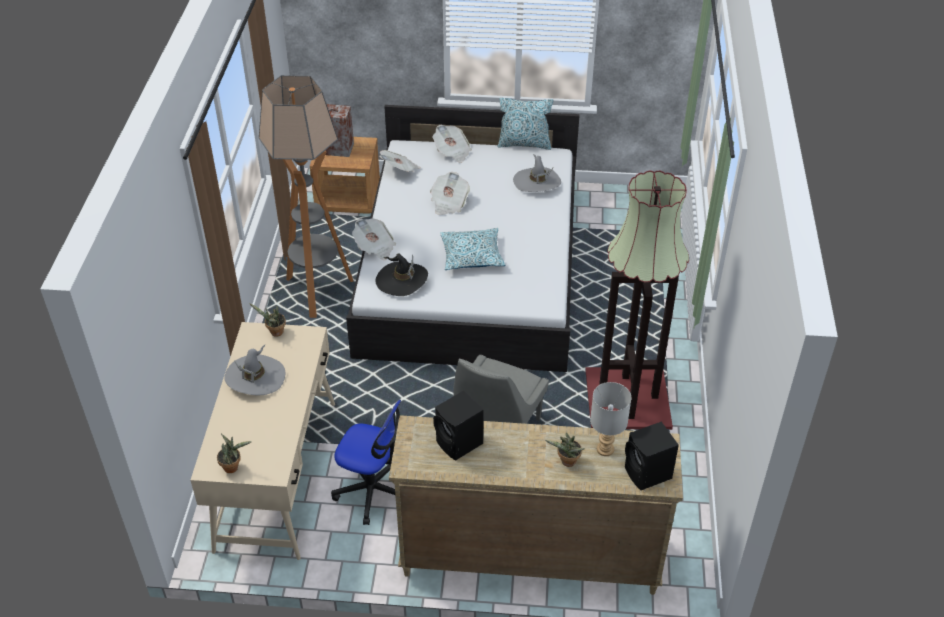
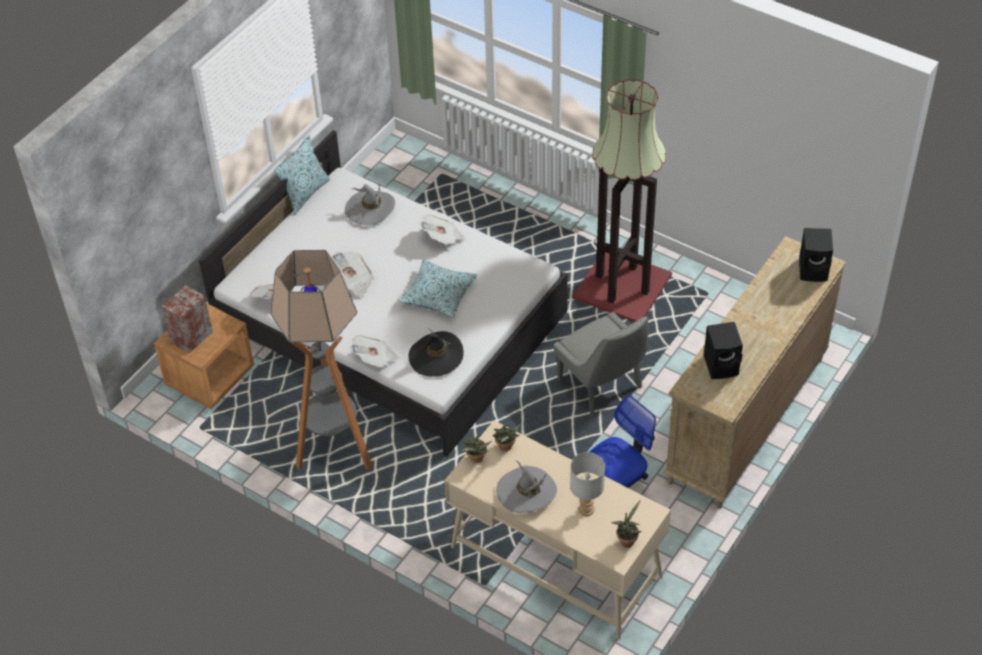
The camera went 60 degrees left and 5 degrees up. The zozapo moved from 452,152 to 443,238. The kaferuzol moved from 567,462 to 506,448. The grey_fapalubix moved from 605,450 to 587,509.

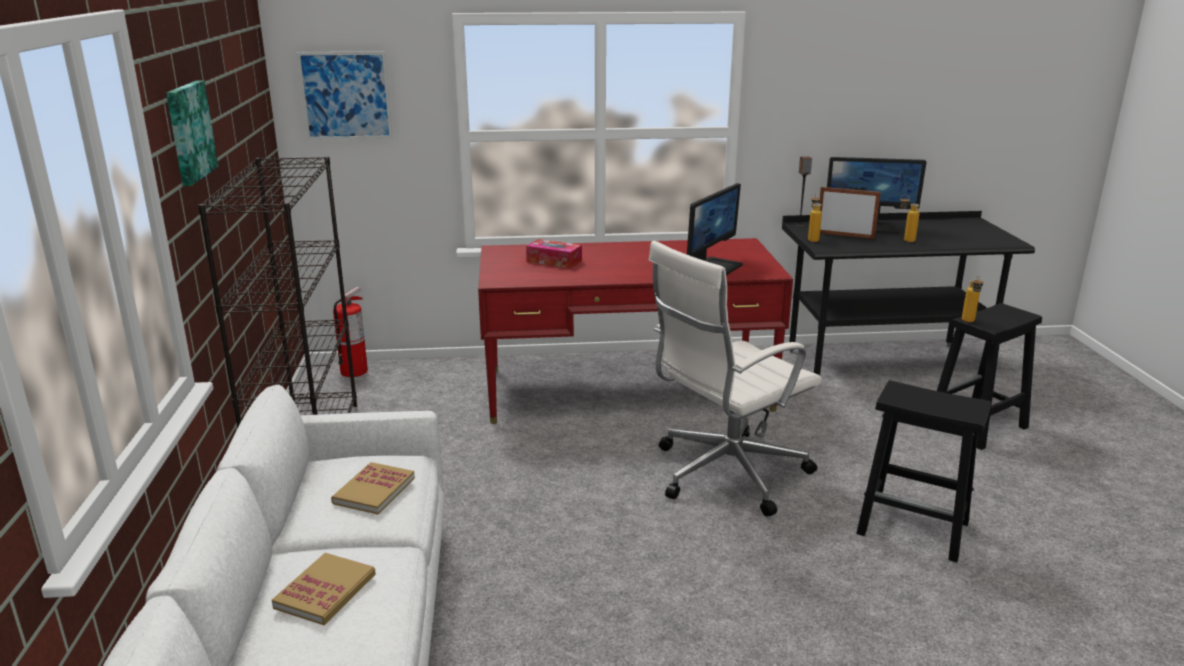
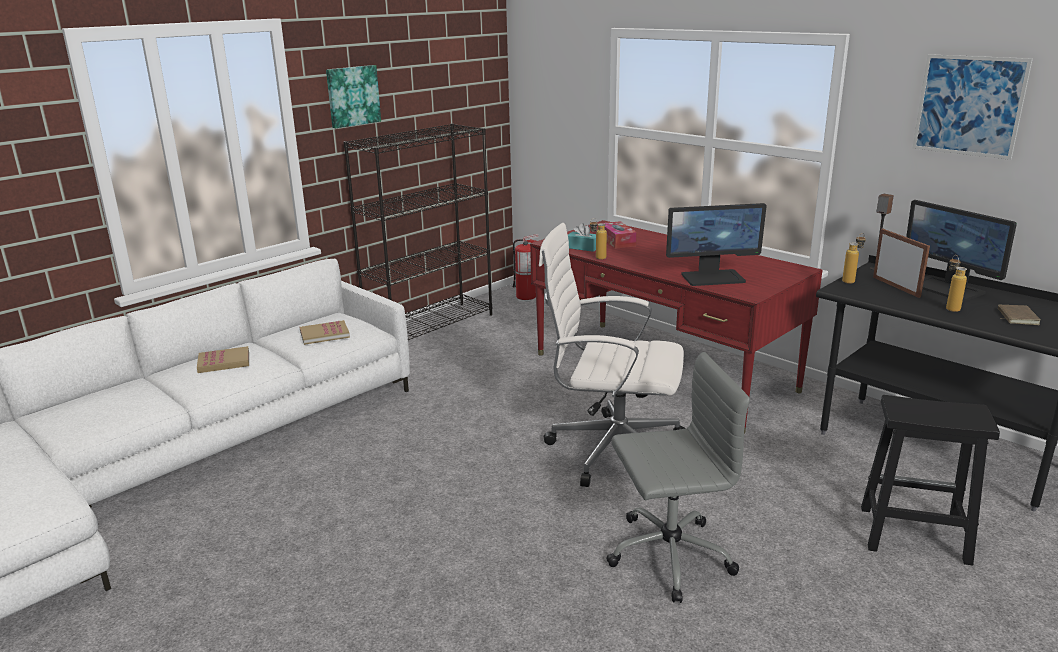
The camera went 50 degrees right and 0 degrees up. The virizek moved from 345,96 to 969,106. The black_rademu at 915,528 was replaced by the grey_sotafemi at 667,555. The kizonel moved from 969,322 to 597,259. The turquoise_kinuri at 583,247 appeared. The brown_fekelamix at 1016,317 appeared.

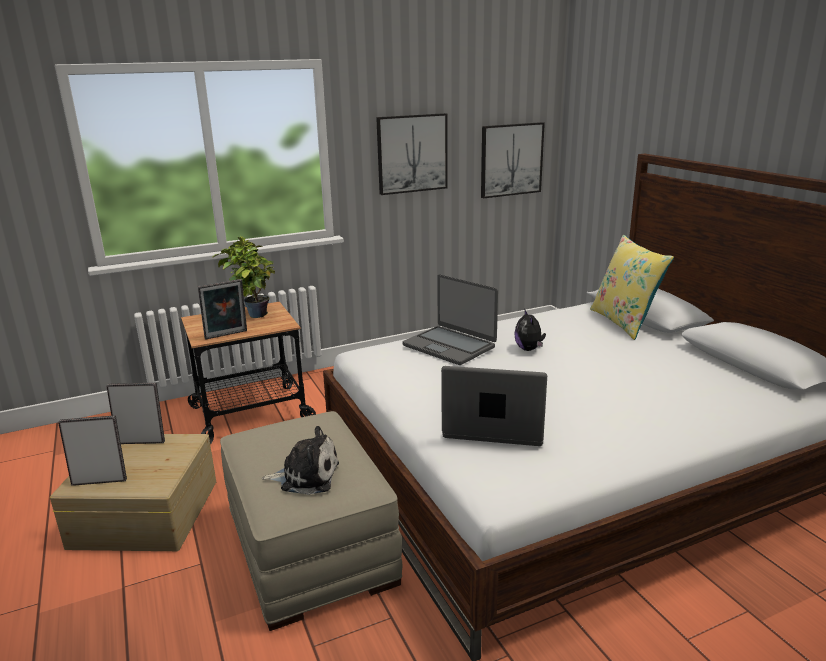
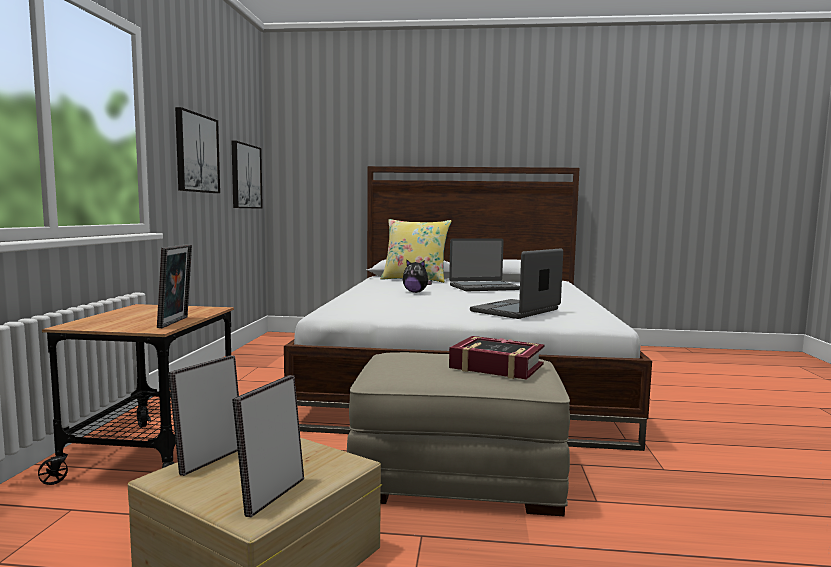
The camera went 60 degrees left and 15 degrees down. The kaferuzol at 253,315 disappeared. The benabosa at 306,476 was replaced by the fekelamix at 496,366. The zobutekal moved from 449,346 to 483,287.

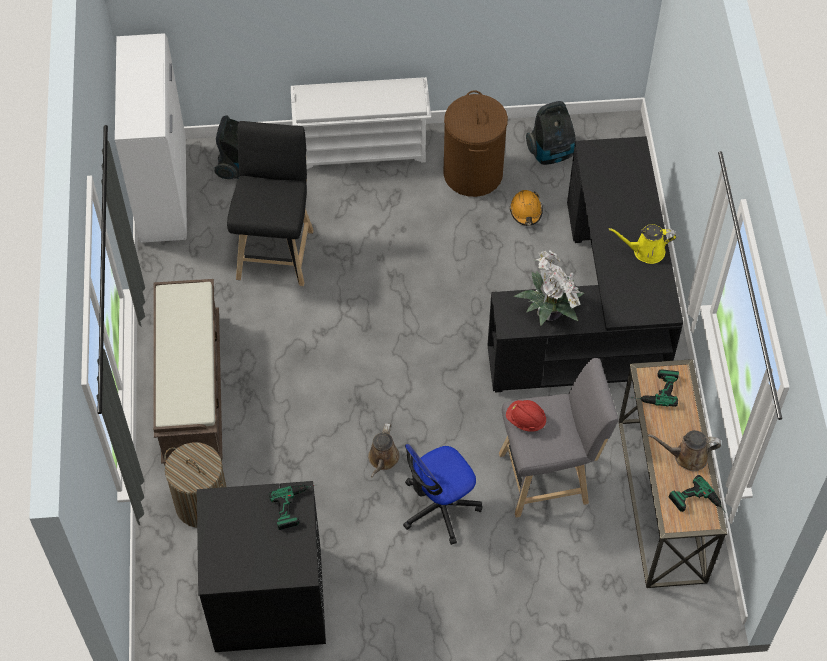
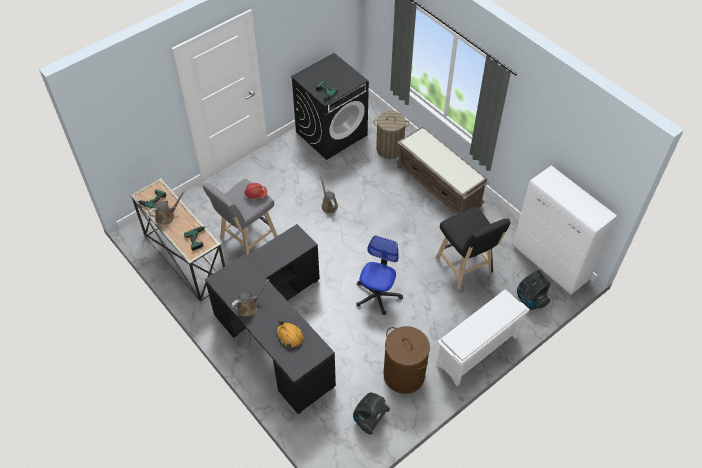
The camera went 145 degrees right and 5 degrees down. The sotafemi moved from 439,507 to 377,295. The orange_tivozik moved from 526,211 to 289,336. The kaferuzol at 548,311 disappeared. The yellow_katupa at 645,251 became the brown_katupa at 248,306.

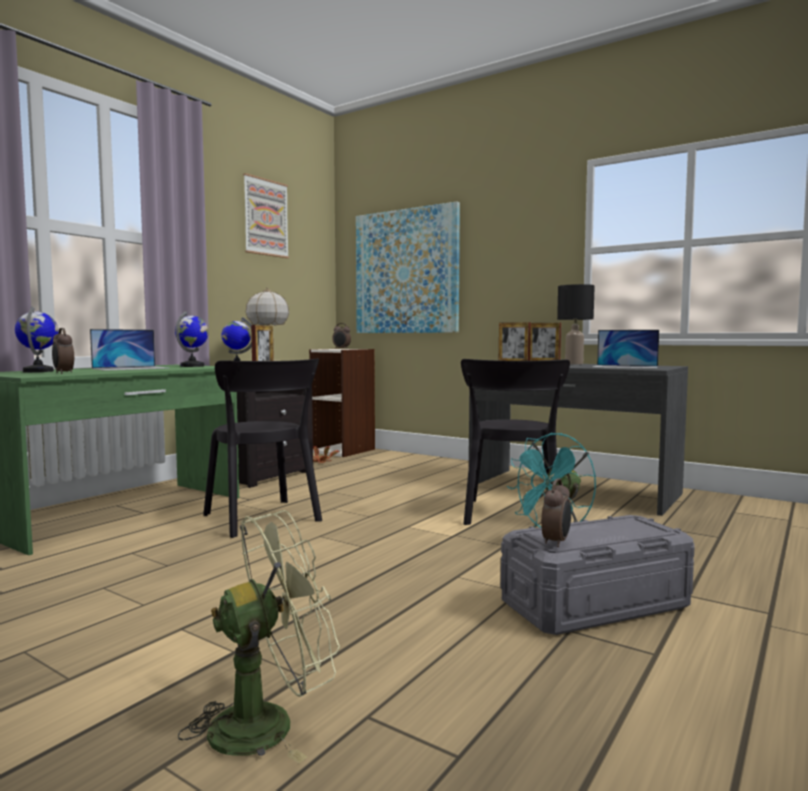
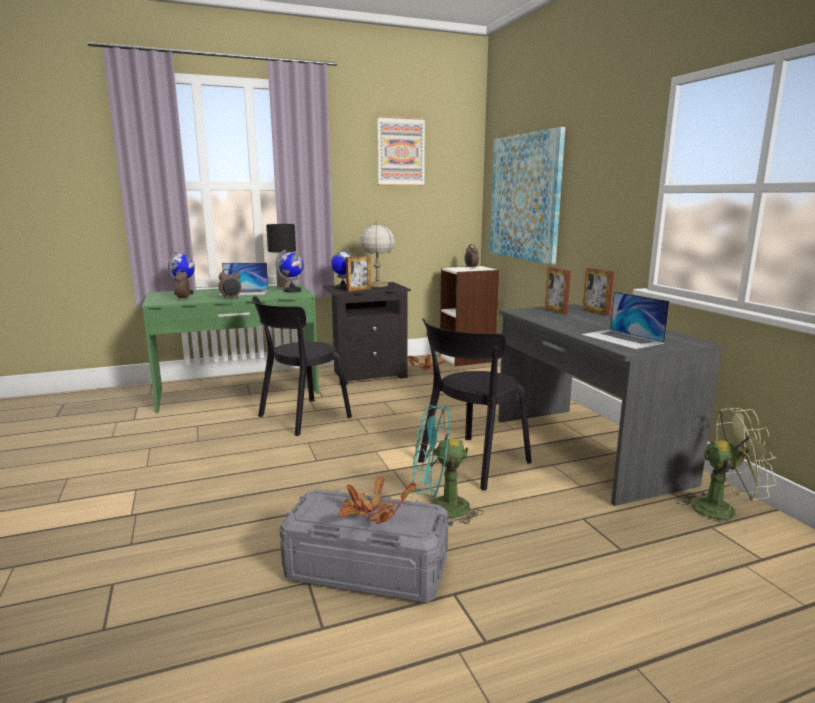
The camera went 35 degrees right and 10 degrees up. The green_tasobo moved from 268,722 to 722,509. The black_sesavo at 263,519 turned 45 degrees clockwise. The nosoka moved from 556,542 to 231,298. The black_fapalubix moved from 573,364 to 284,286. The kaferuzol at 371,515 appeared.

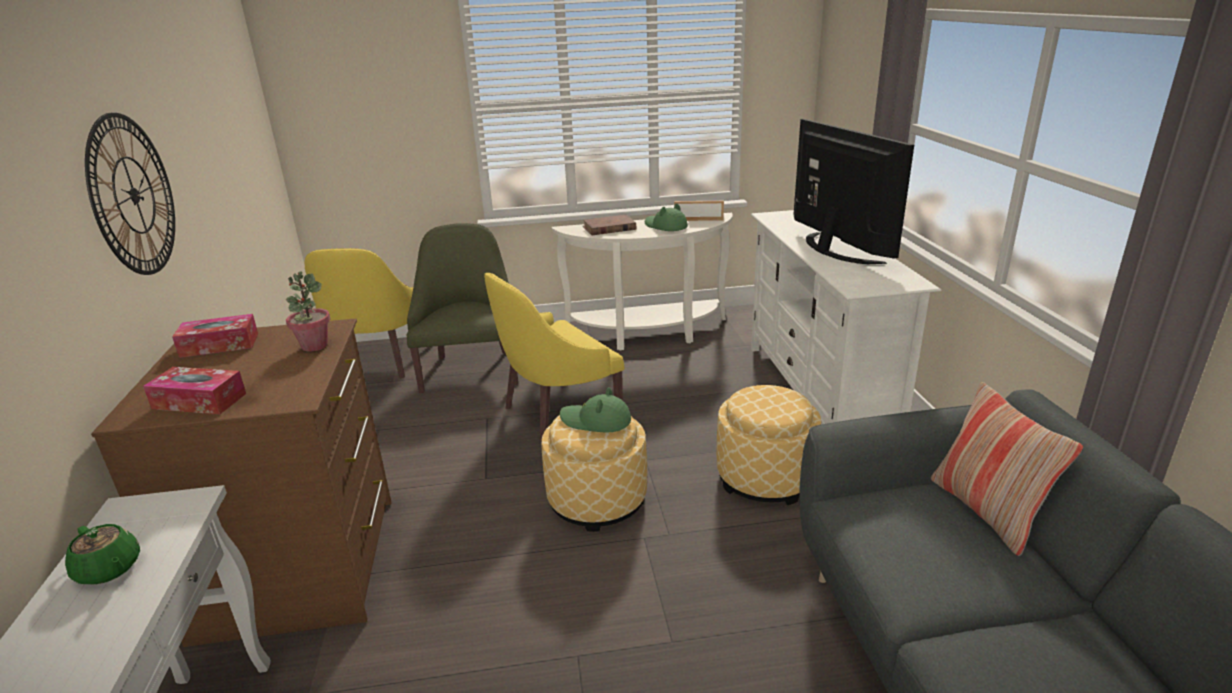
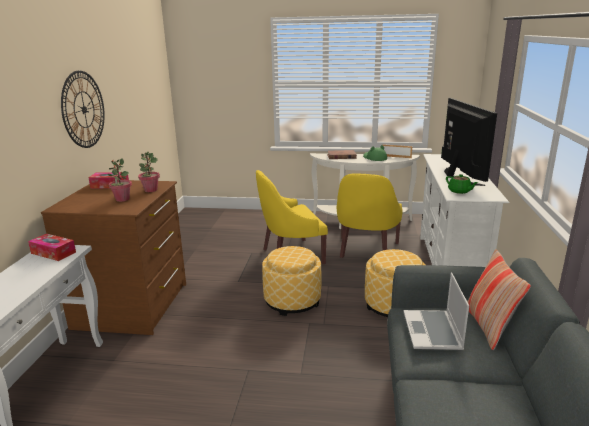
The camera went 15 degrees right and 5 degrees down. The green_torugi moved from 109,569 to 459,191. The kinuri moved from 199,401 to 53,253. The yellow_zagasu moved from 379,362 to 366,250. The green_zagasu at 471,369 disappeared. The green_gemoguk at 596,420 disappeared. The kaferuzol at 122,199 appeared. The zobutekal at 433,332 appeared.

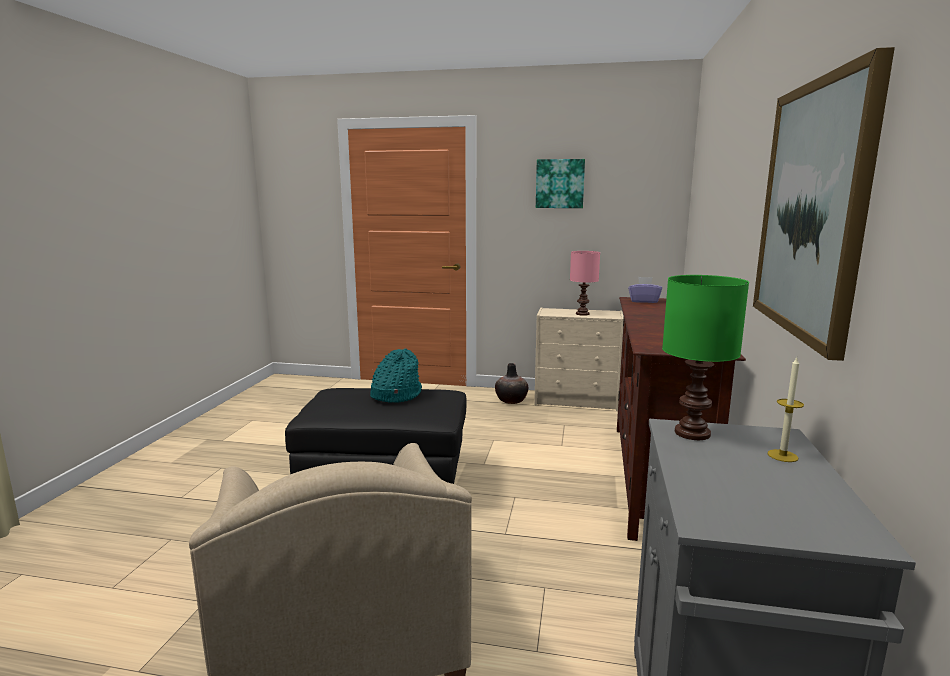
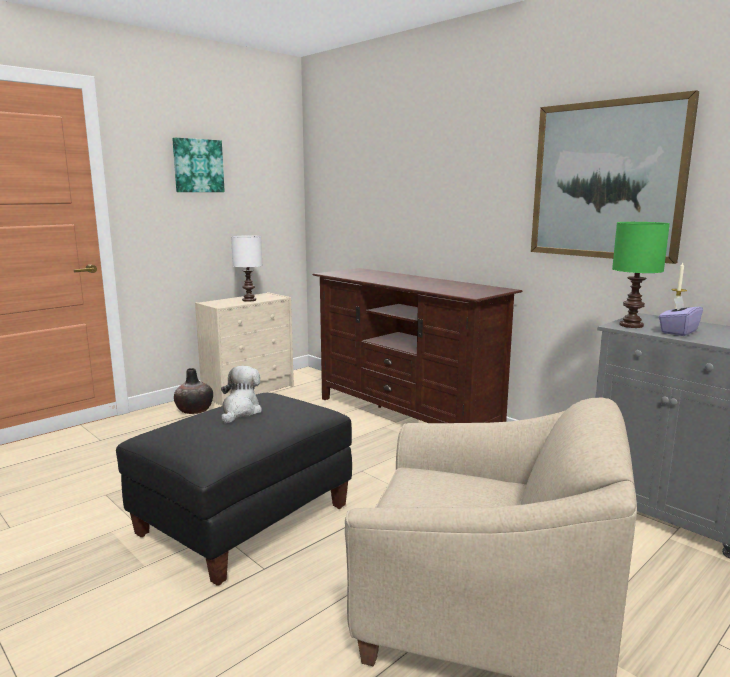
The camera went 55 degrees left and 0 degrees up. The turquoise_gemoguk at 396,394 was replaced by the benabosa at 240,411. The pink_fapalubix at 582,314 became the white_fapalubix at 248,300. The purple_kinuri moved from 643,301 to 678,332.

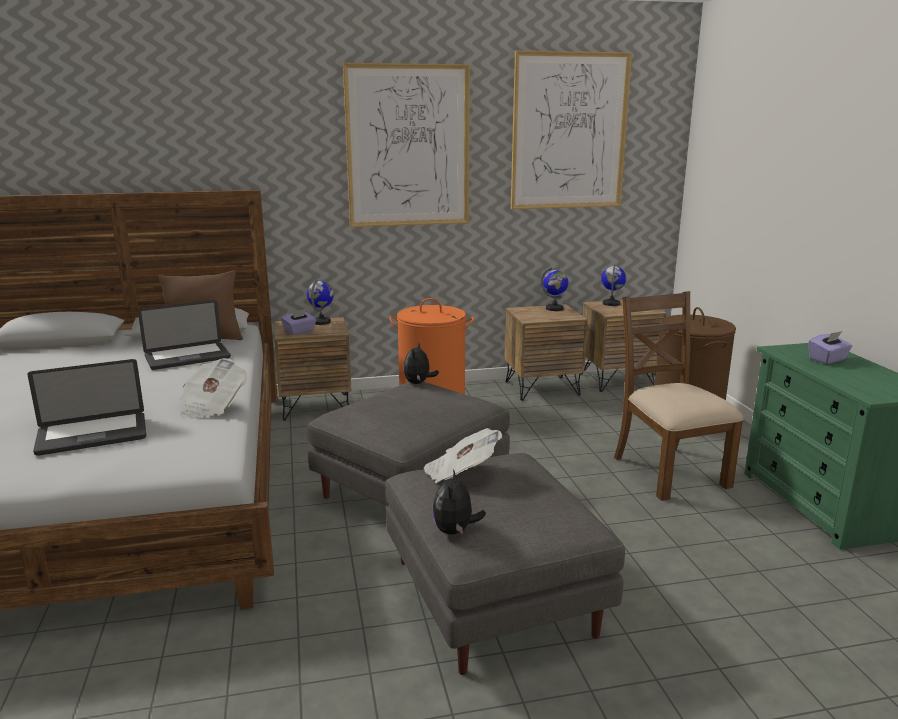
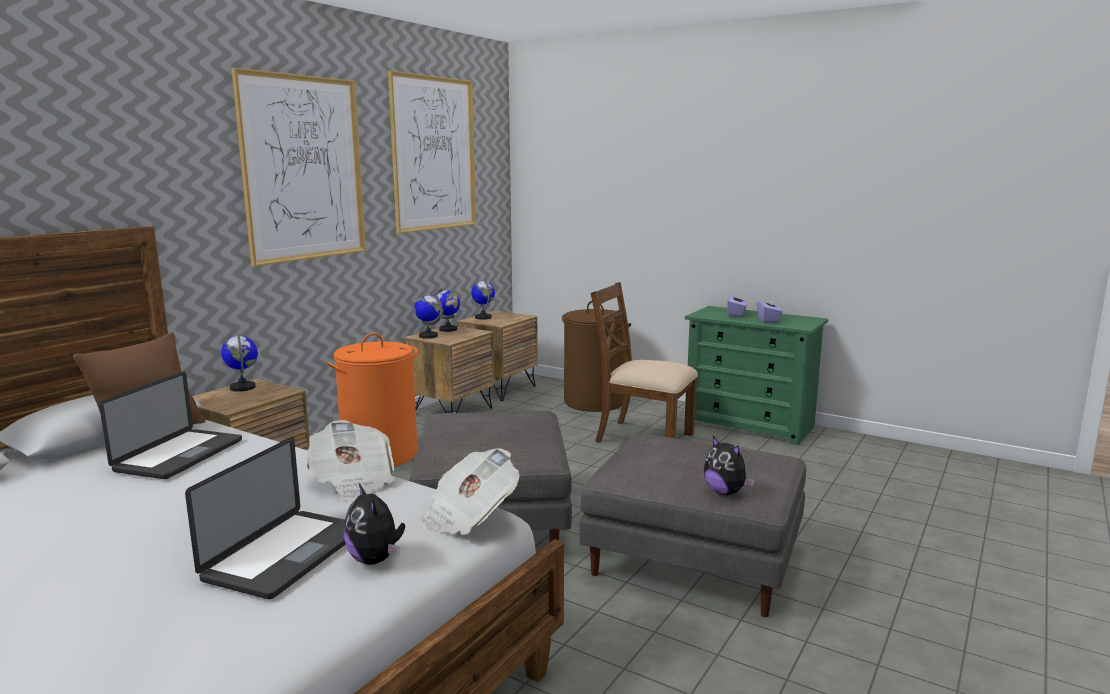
The camera went 45 degrees left and 5 degrees down. The purple_kinuri moved from 299,331 to 768,320. The benabosa moved from 418,383 to 376,560. The zozapo moved from 461,473 to 468,516. The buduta at 428,336 appeared.

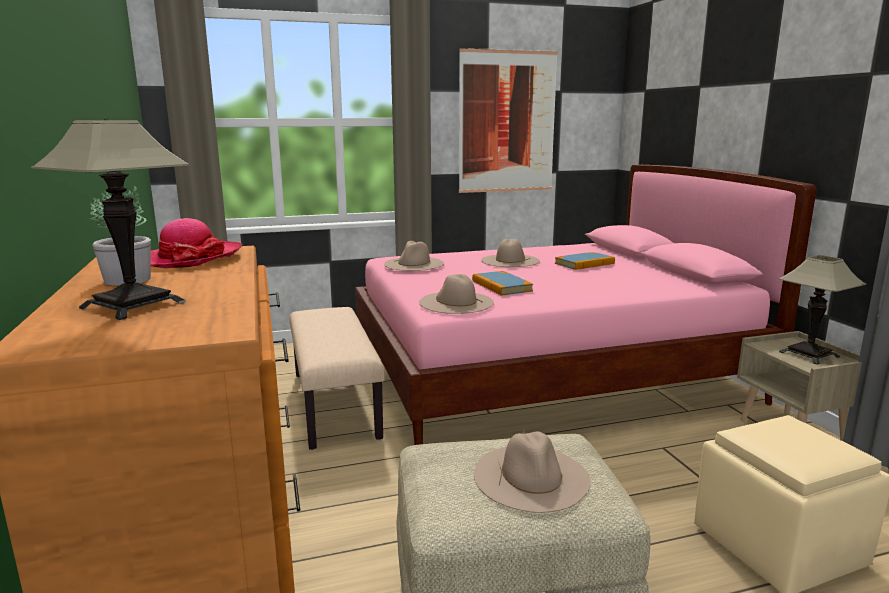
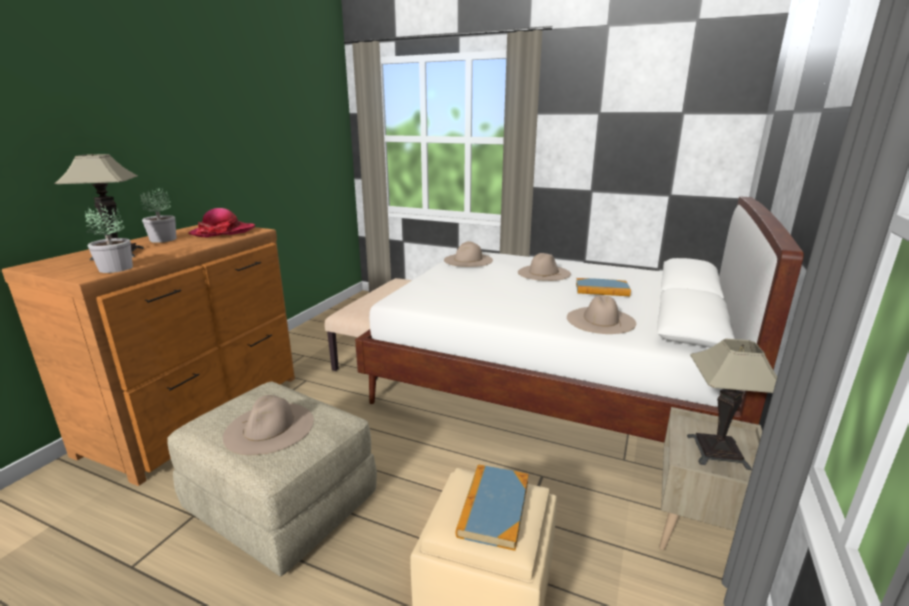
The camera went 40 degrees right and 5 degrees up. The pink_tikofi at 548,376 became the white_tikofi at 552,382. The beige_gemoguk moved from 456,302 to 600,320. The virizek at 507,122 disappeared. The fekelamix moved from 501,286 to 494,508. The kaferuzol at 115,268 appeared.

